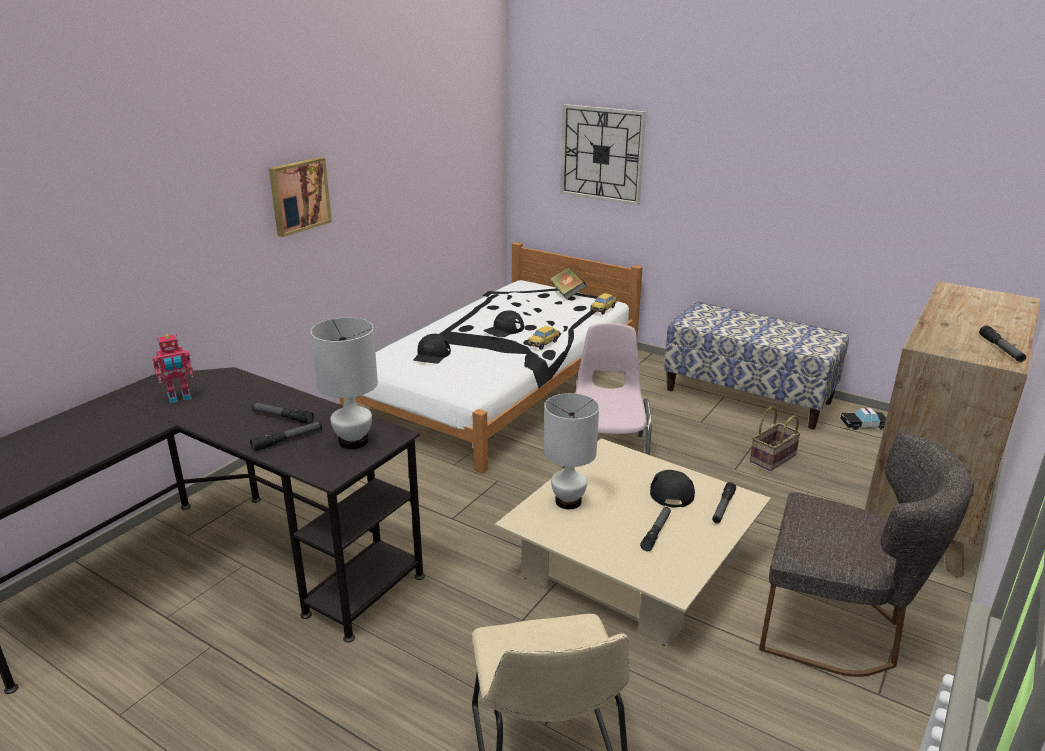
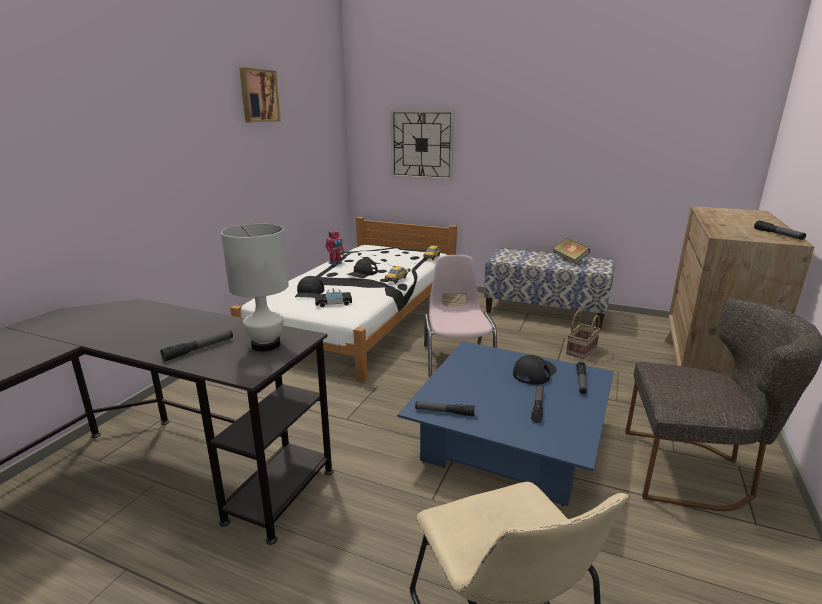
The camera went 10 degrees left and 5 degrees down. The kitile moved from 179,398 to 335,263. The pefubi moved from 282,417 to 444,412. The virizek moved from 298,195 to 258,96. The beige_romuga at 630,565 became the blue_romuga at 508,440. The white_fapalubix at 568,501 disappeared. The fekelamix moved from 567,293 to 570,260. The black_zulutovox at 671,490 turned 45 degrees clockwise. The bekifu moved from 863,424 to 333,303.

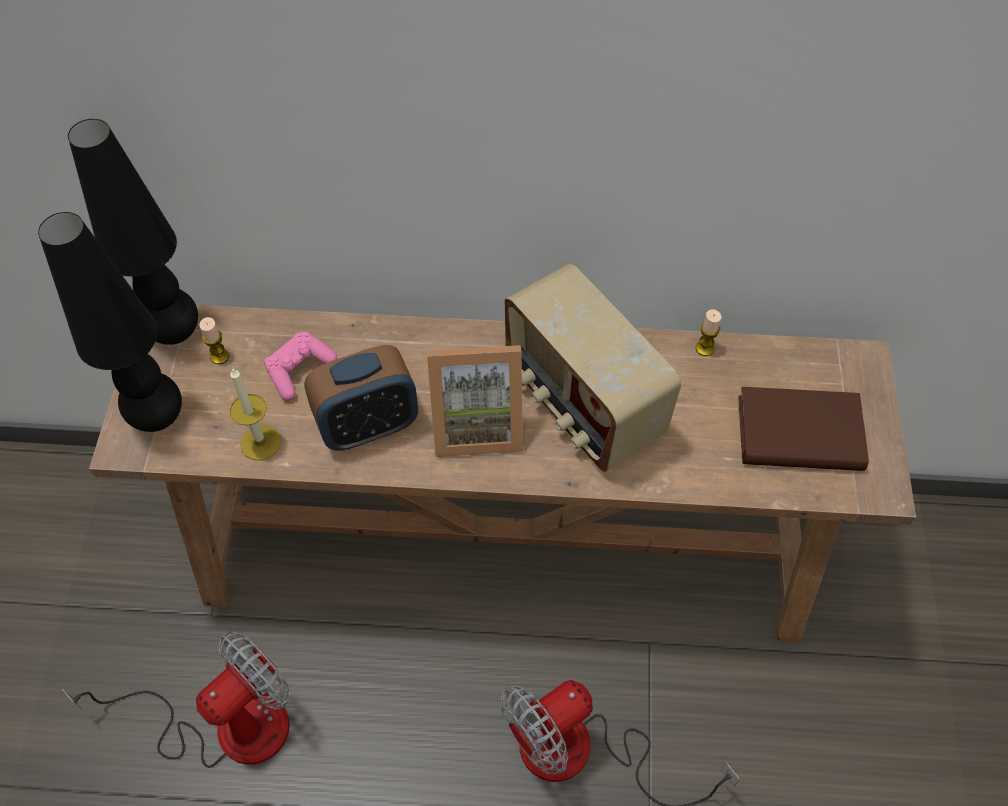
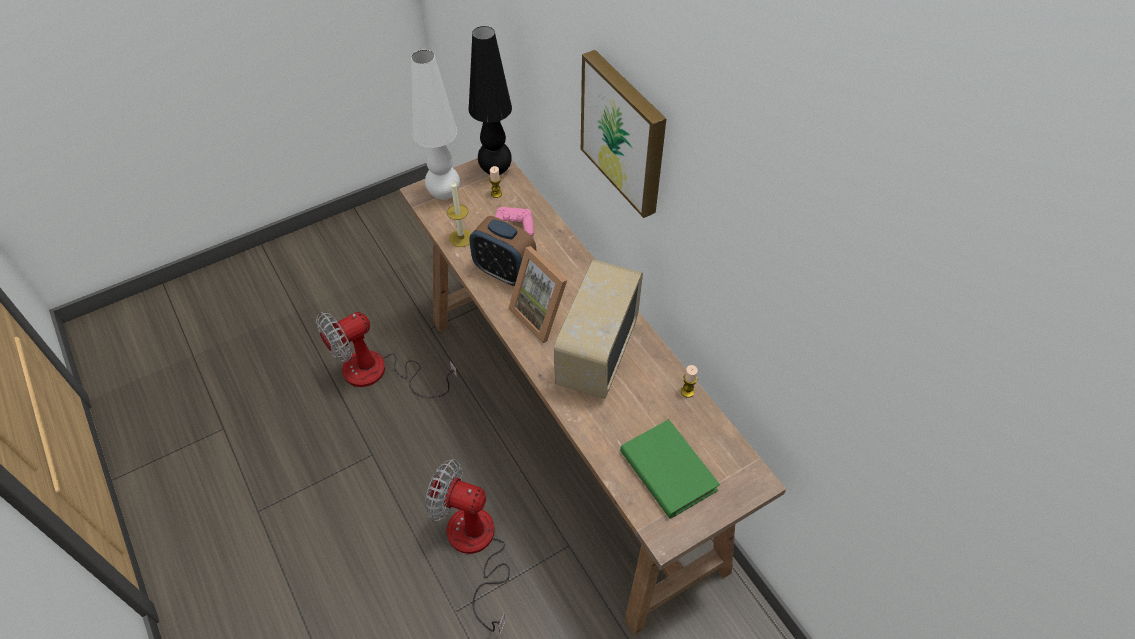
The camera went 55 degrees right and 5 degrees down. The black_fapalubix at 158,417 became the white_fapalubix at 444,194. The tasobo at 226,725 turned 135 degrees clockwise. The brown_fekelamix at 799,434 became the green_fekelamix at 668,471. The virizek at 625,132 appeared.

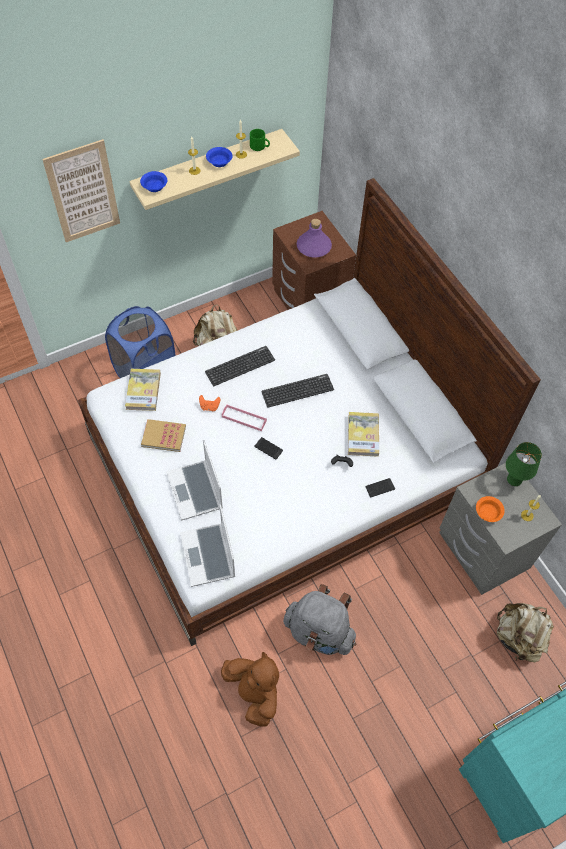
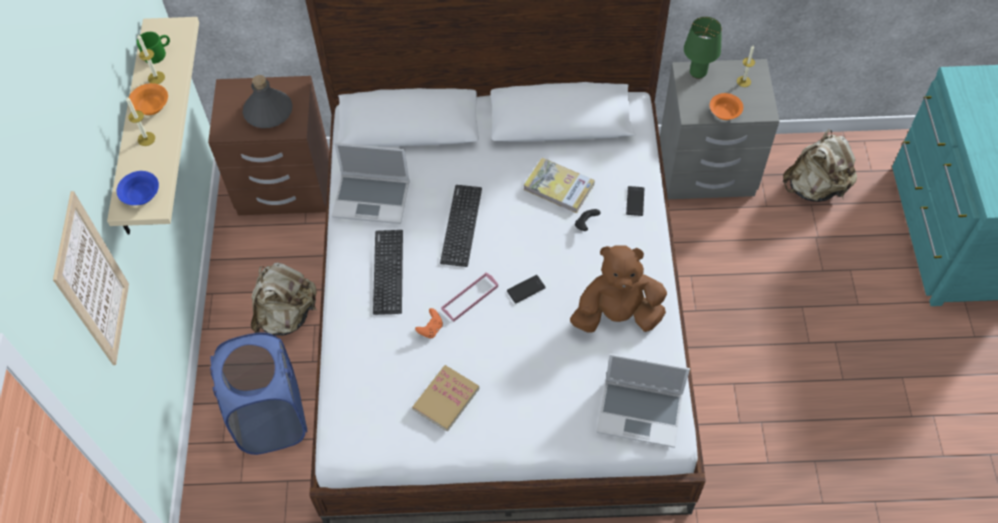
The camera went 60 degrees left and 0 degrees up. The fekelamix at 143,391 disappeared. The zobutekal moved from 196,491 to 372,199. The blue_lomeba at 219,161 became the orange_lomeba at 150,105. The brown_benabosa moved from 254,693 to 617,314. The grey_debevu at 319,632 disappeared. The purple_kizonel at 314,246 became the grey_kizonel at 268,111.

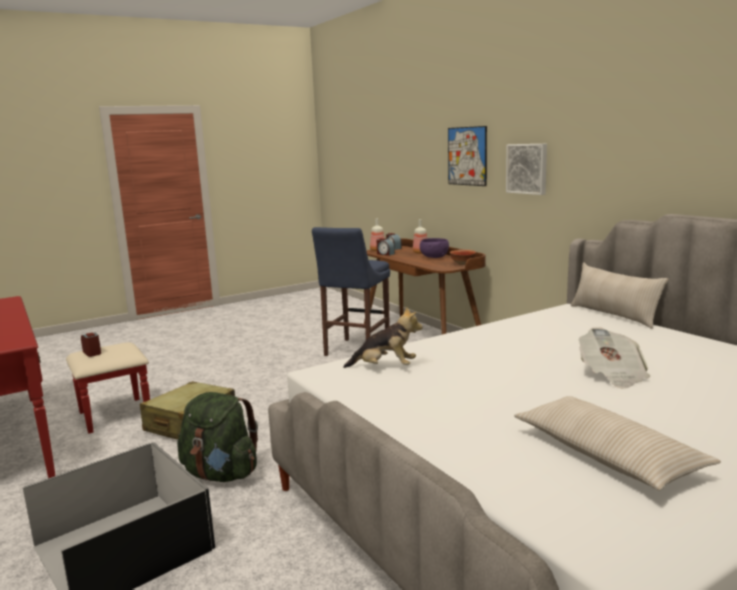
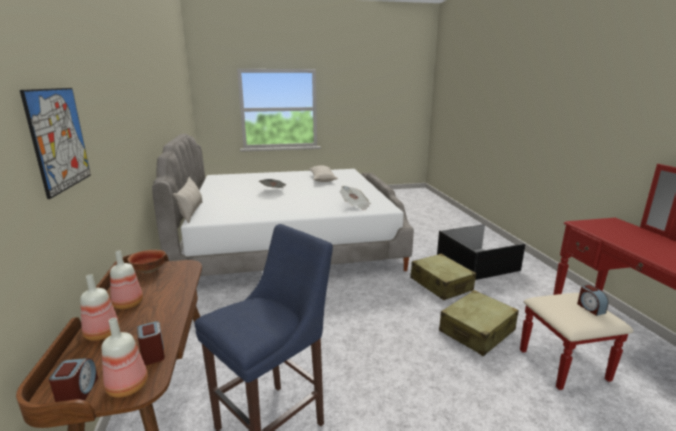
The camera went 160 degrees left and 5 degrees up. The green_debevu at 221,474 was replaced by the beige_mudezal at 441,284. The benabosa at 385,368 was replaced by the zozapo at 355,206. The purple_lomeba at 434,257 was replaced by the kizonel at 128,305. The virizek at 527,168 disappeared.

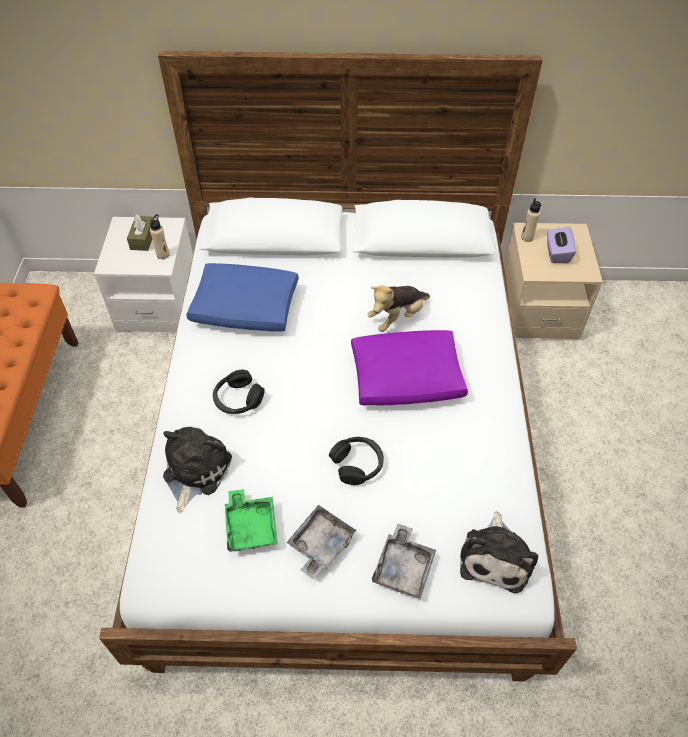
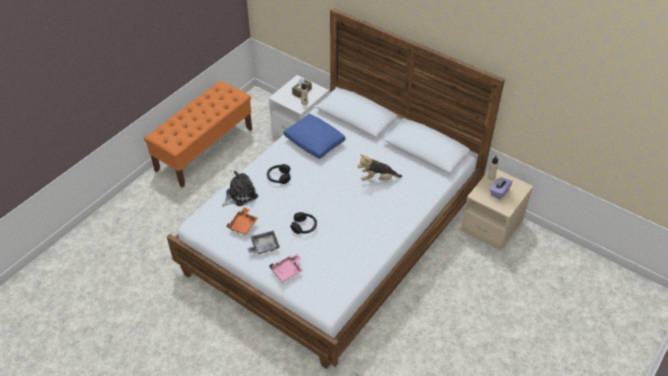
The camera went 35 degrees right and 5 degrees down. The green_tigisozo at 251,526 became the orange_tigisozo at 243,225. The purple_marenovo at 407,377 disappeared. The grey_tigisozo at 403,567 became the pink_tigisozo at 287,271. The benabosa at 495,557 disappeared.

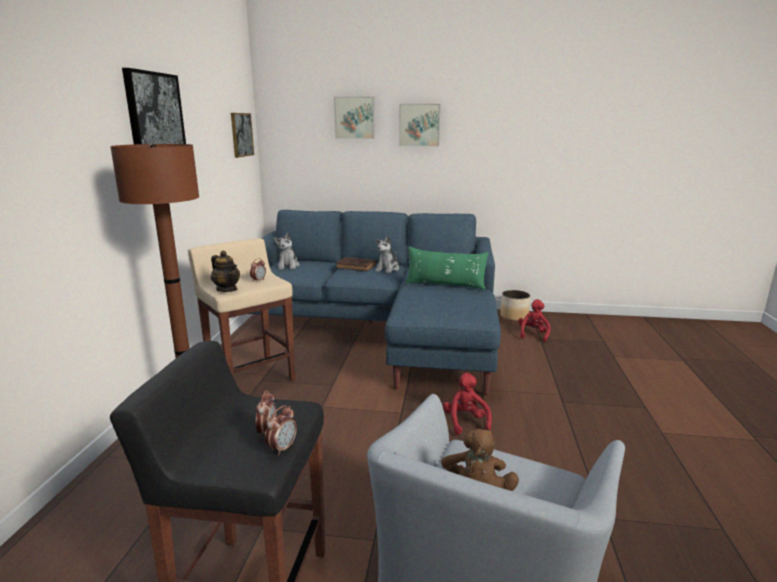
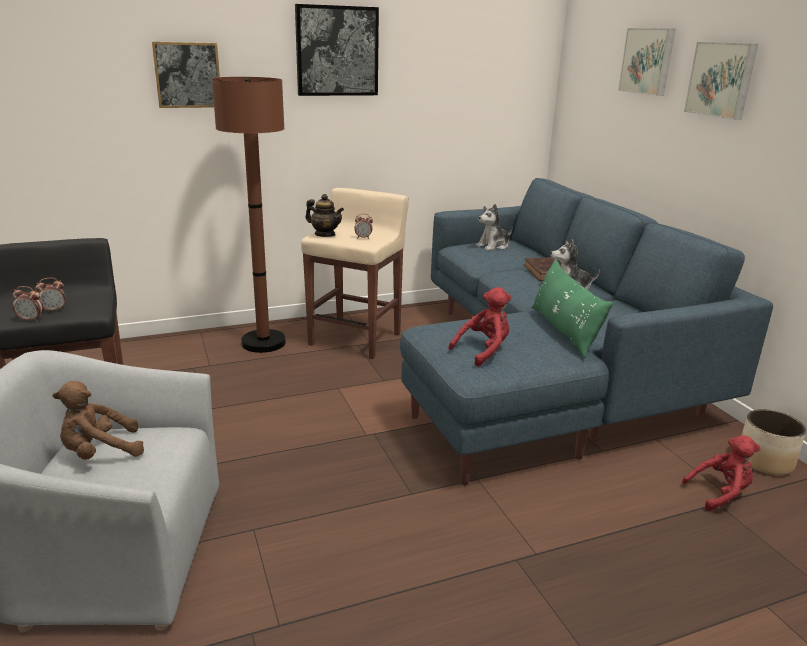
The camera went 60 degrees right and 5 degrees up. The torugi at 227,289 turned 75 degrees counterclockwise. The virizek moved from 241,134 to 187,75. The red_benabosa moved from 465,422 to 484,351.

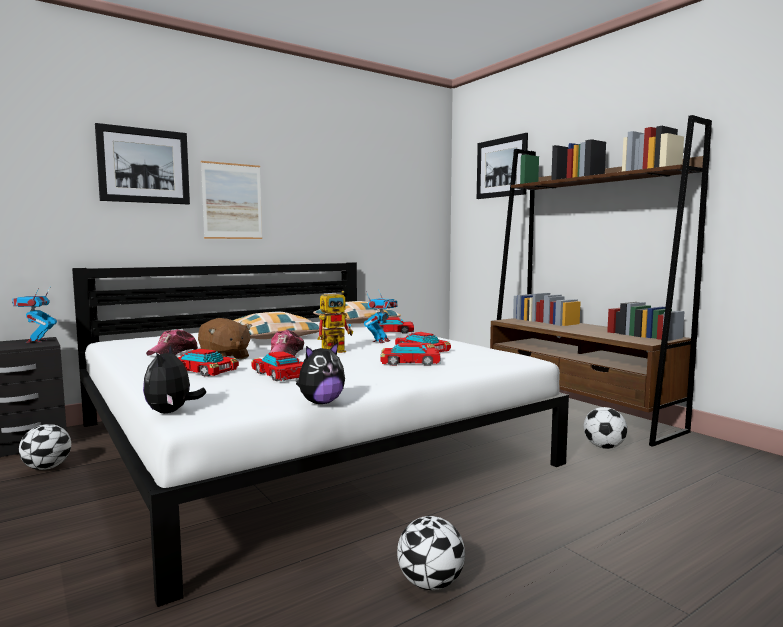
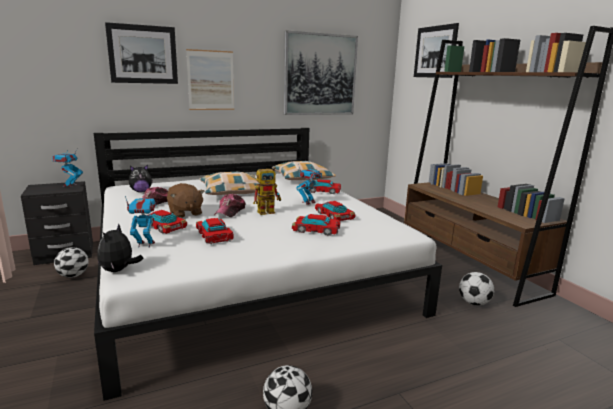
The camera went 10 degrees right and 10 degrees up. The benabosa moved from 321,402 to 141,191. The kitile at 145,244 appeared. The virizek at 320,75 appeared.

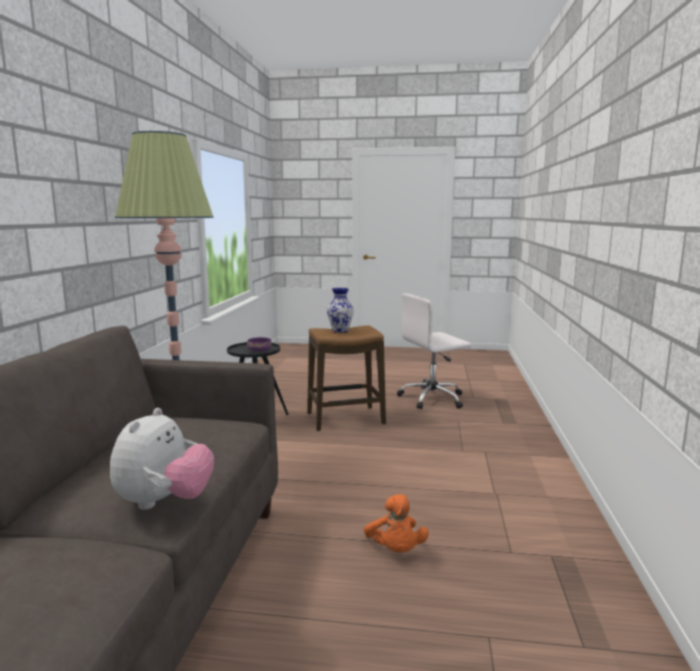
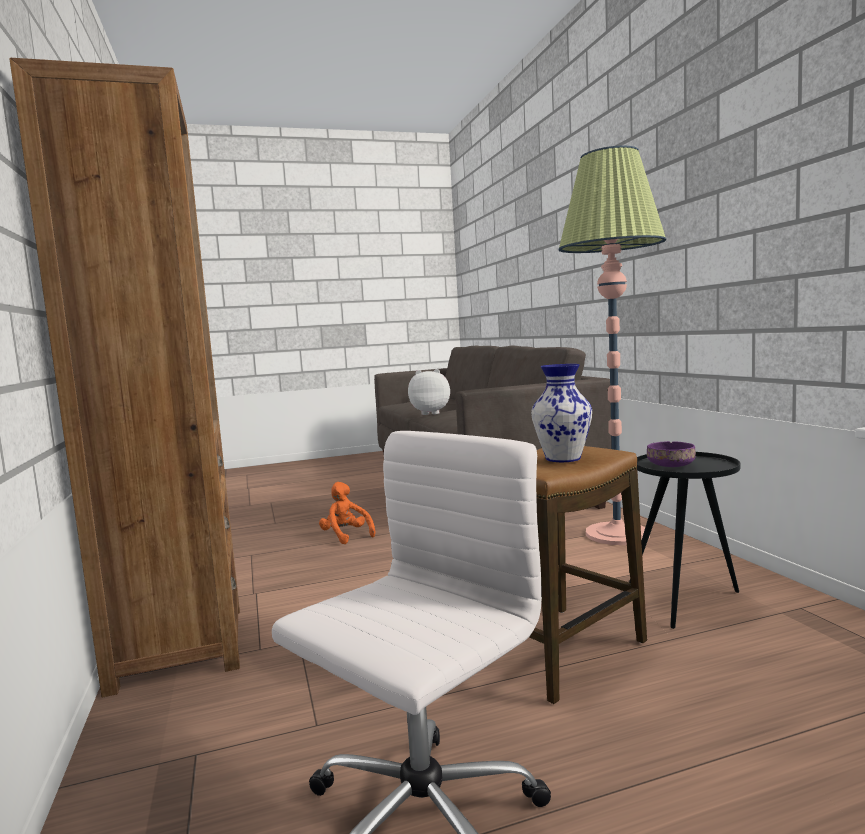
The camera went 155 degrees right and 5 degrees down. The benabosa at 164,502 turned 105 degrees clockwise. The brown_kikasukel at 179,647 appeared.

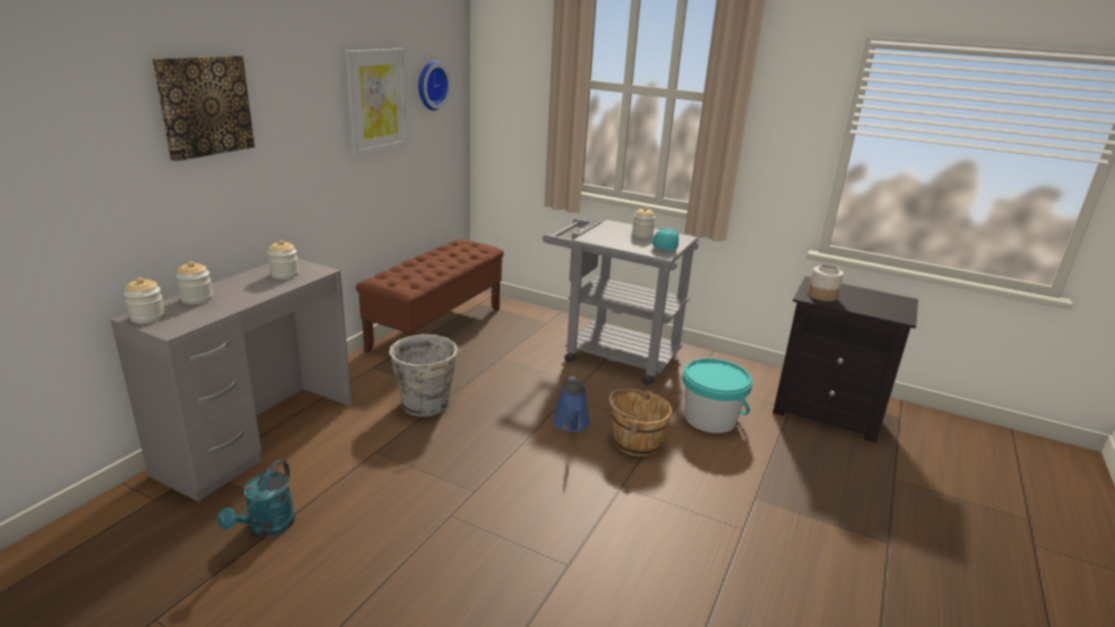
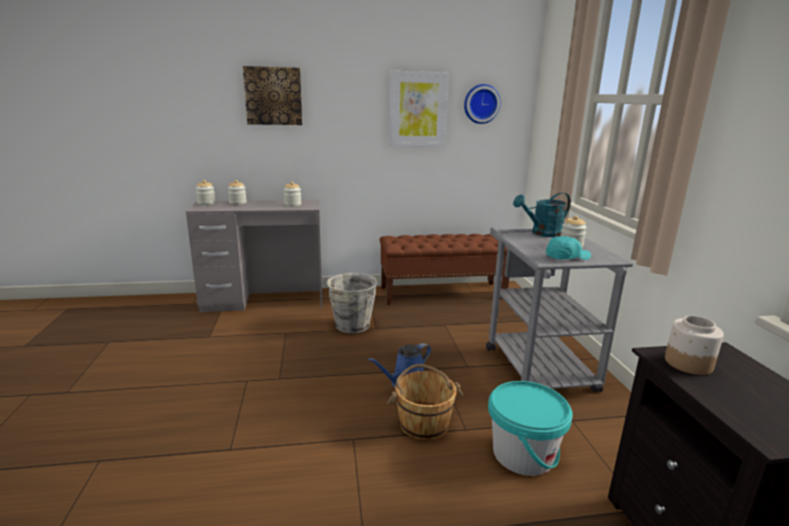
The camera went 55 degrees right and 5 degrees down. The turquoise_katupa moved from 267,527 to 542,233.

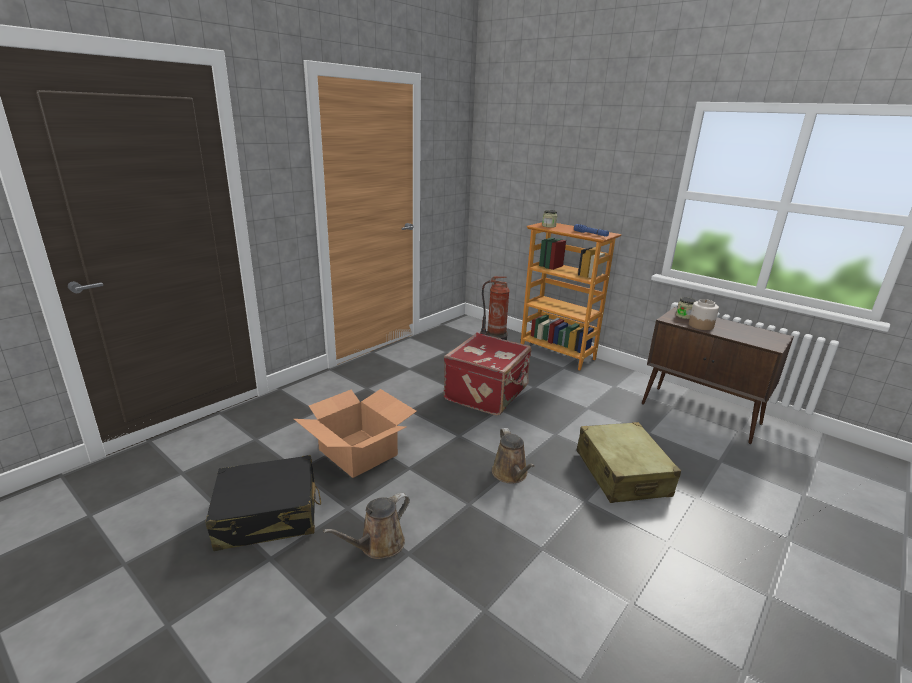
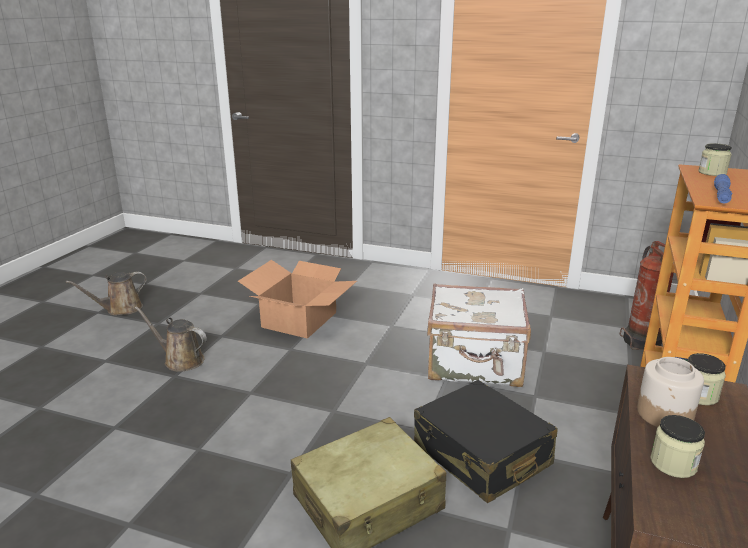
The camera went 70 degrees right and 0 degrees up. The black_mudezal moved from 268,515 to 481,455. The red_mudezal at 487,394 became the white_mudezal at 475,364. The brown_katupa moved from 511,474 to 121,309. The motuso at 673,463 appeared.

